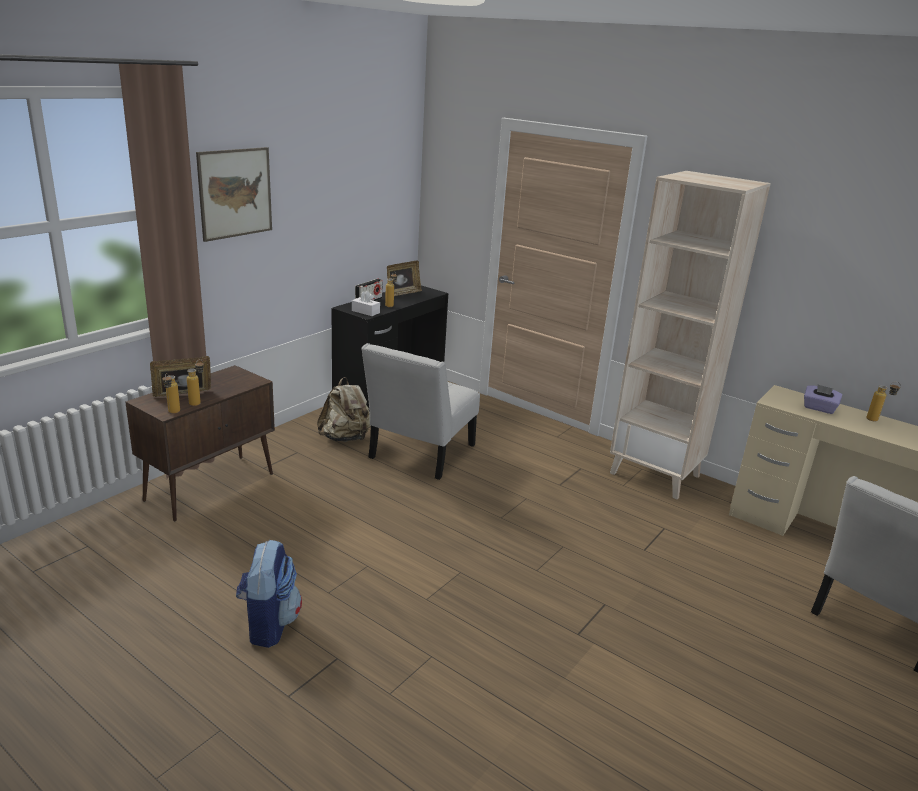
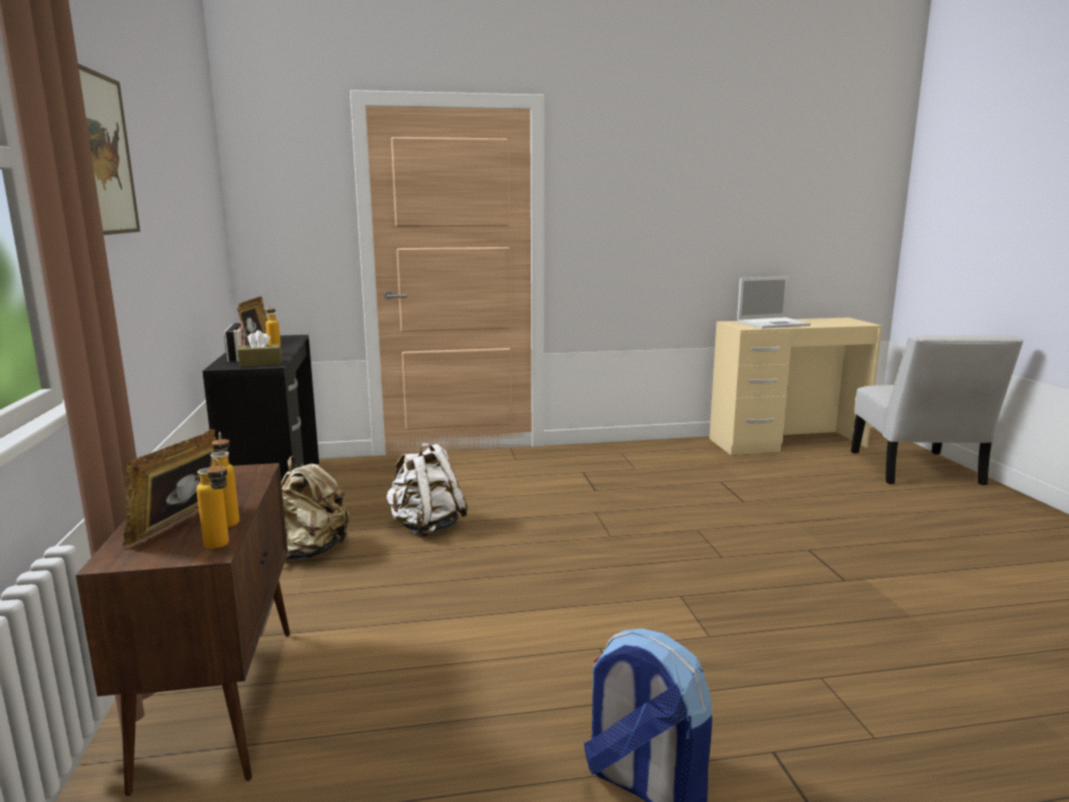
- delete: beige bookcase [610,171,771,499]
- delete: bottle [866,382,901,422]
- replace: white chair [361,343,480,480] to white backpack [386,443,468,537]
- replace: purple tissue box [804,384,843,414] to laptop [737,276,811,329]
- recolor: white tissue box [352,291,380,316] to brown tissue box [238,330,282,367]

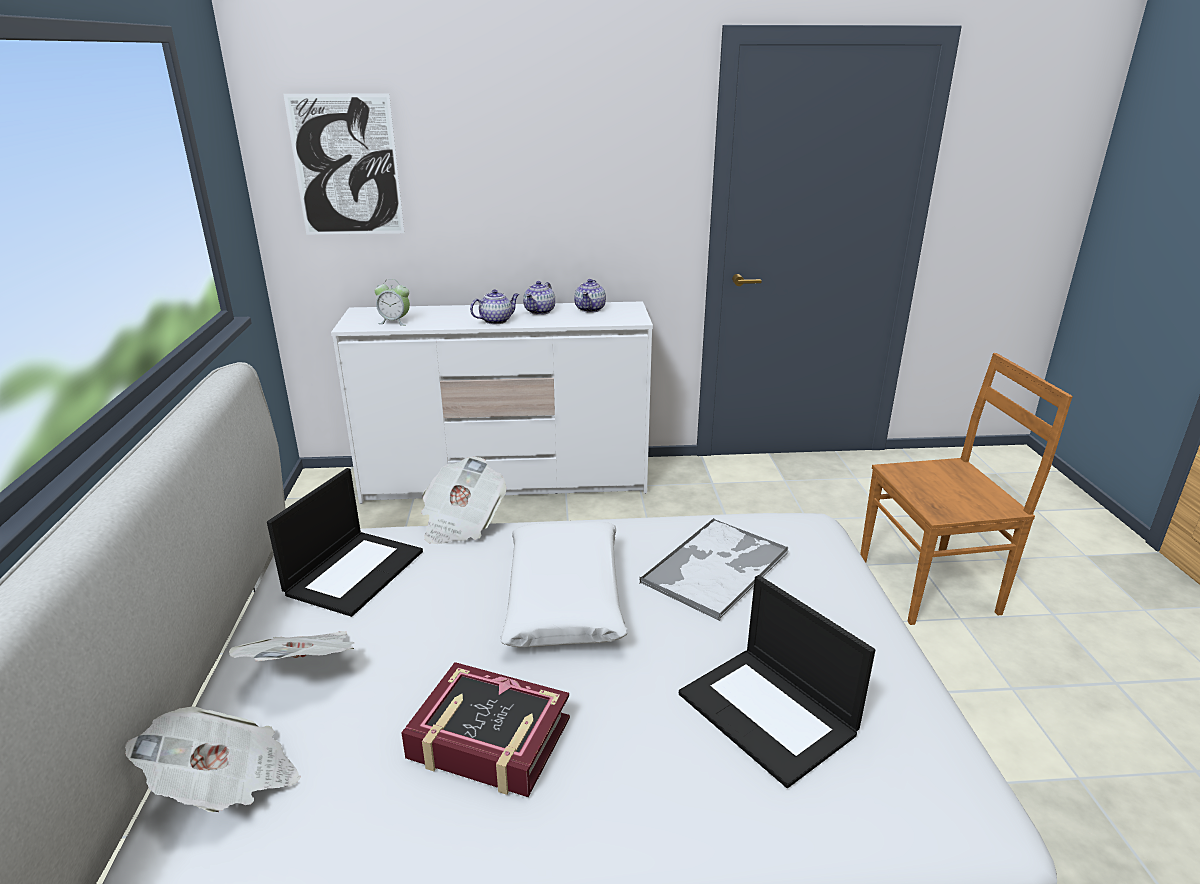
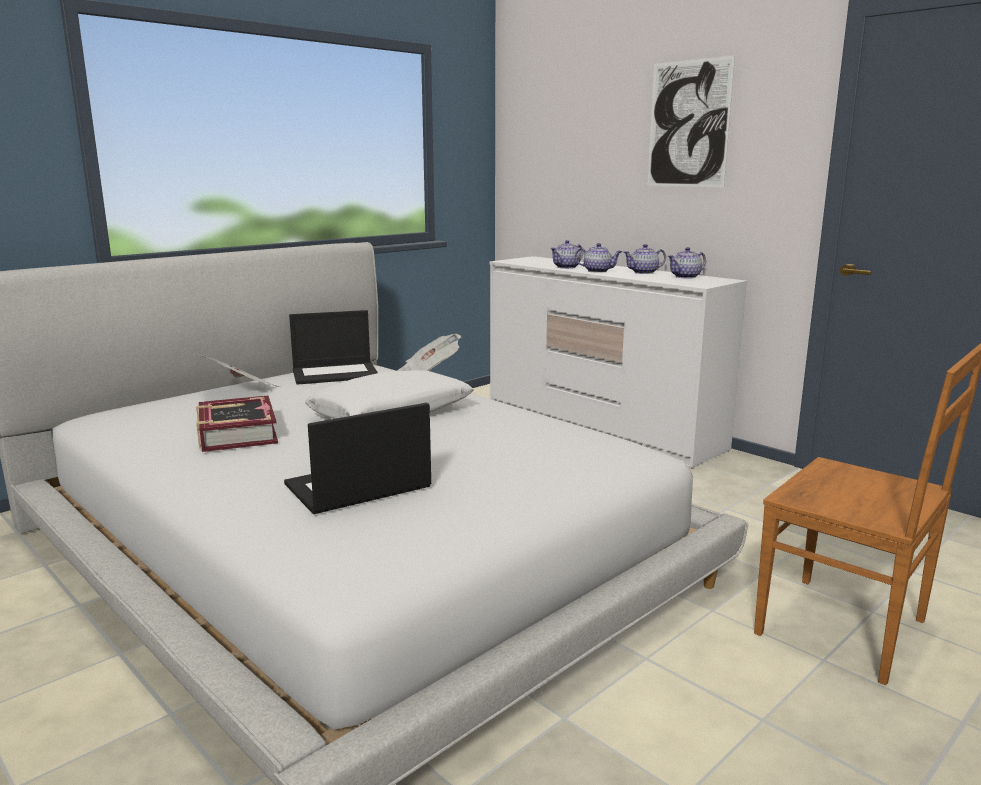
- delete: newspaper [125,706,301,812]
- delete: alarm clock [375,279,410,326]
- delete: tray [639,518,789,621]
- insert: teapot [550,240,583,269]
- move: picture [283,93,405,235] to [647,55,735,187]
- rotate: laptop [679,575,875,788] = [284,403,431,514] 45 degrees clockwise

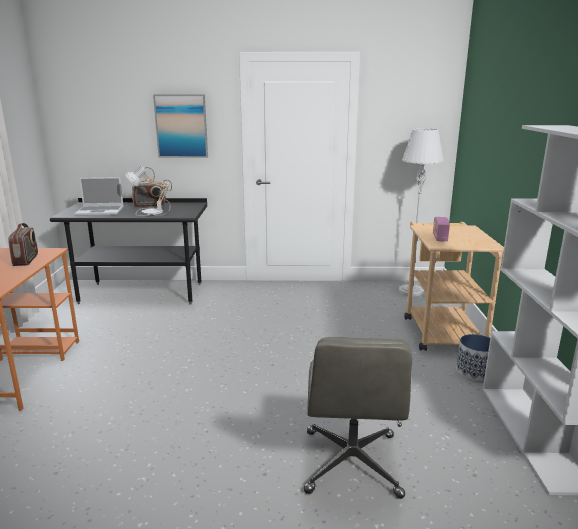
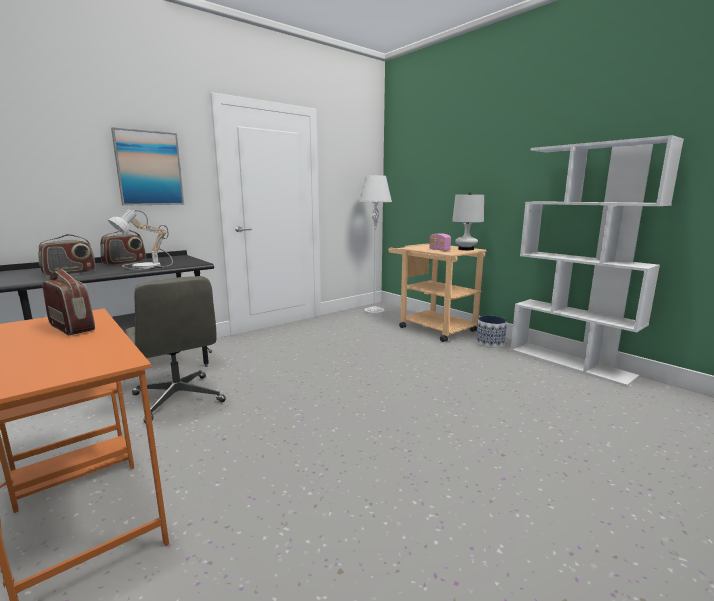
- insert: white table lamp [452,192,484,250]
- move: grey office chair [304,337,412,499] to [125,276,226,423]
- replace: laptop [75,177,124,216] to radio [38,234,96,276]

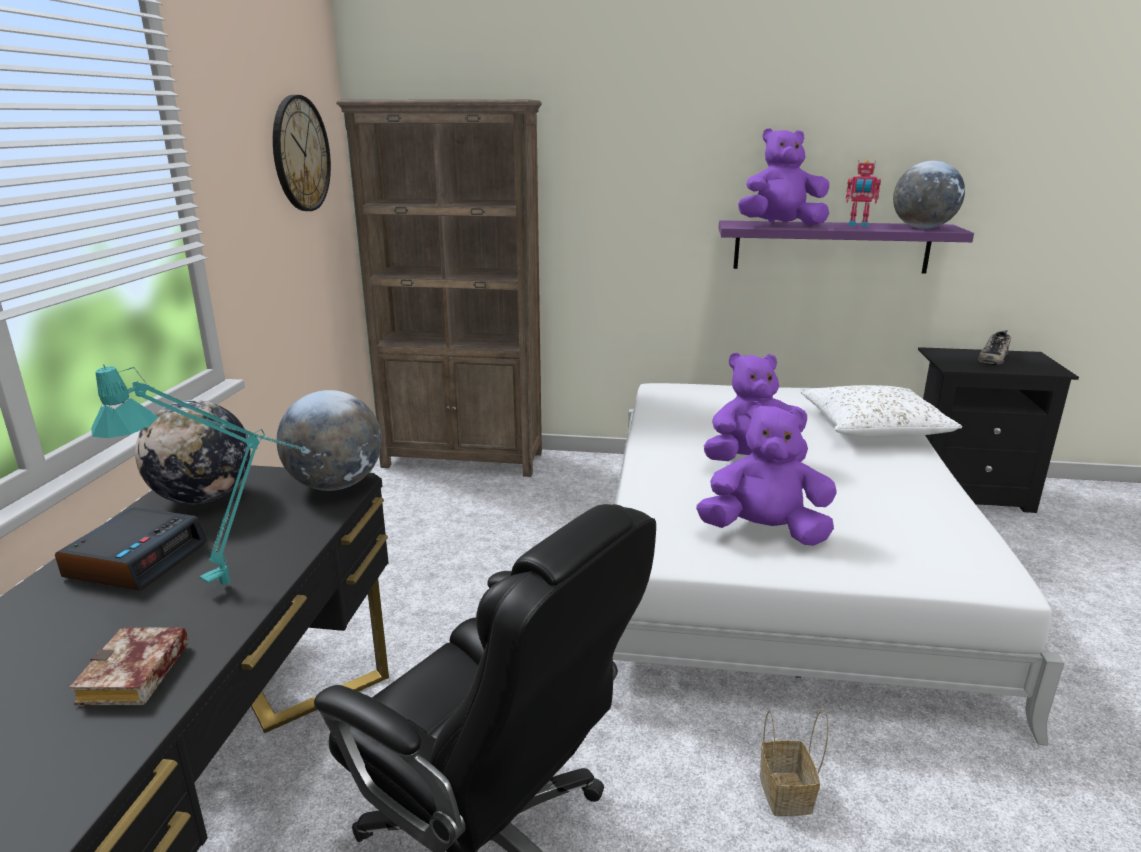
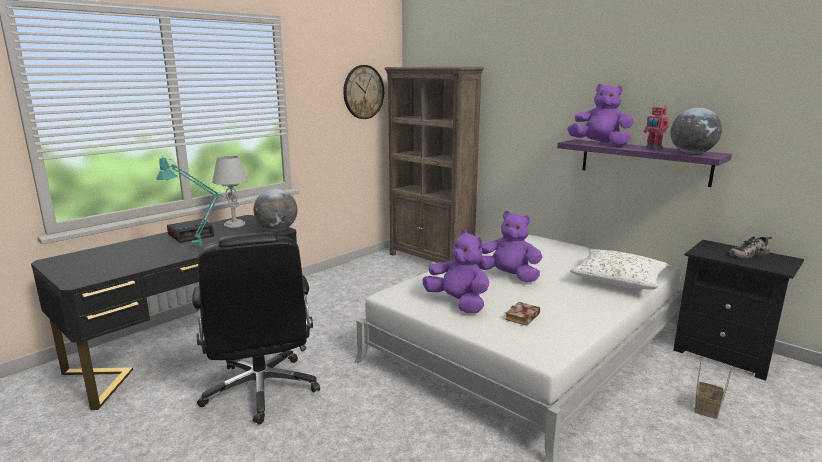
- move: book [69,627,188,705] to [505,302,540,326]
- move: basket [760,708,829,816] to [695,361,732,419]
- replace: globe [135,400,250,504] to grey table lamp [212,156,248,228]

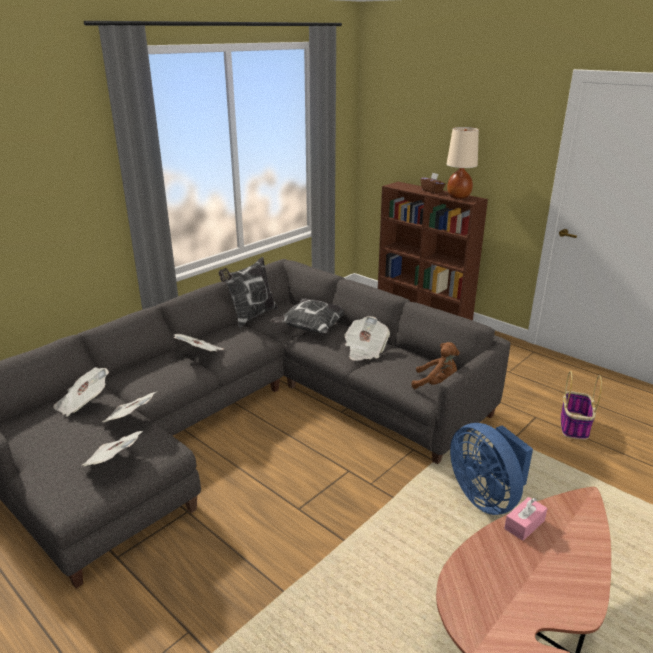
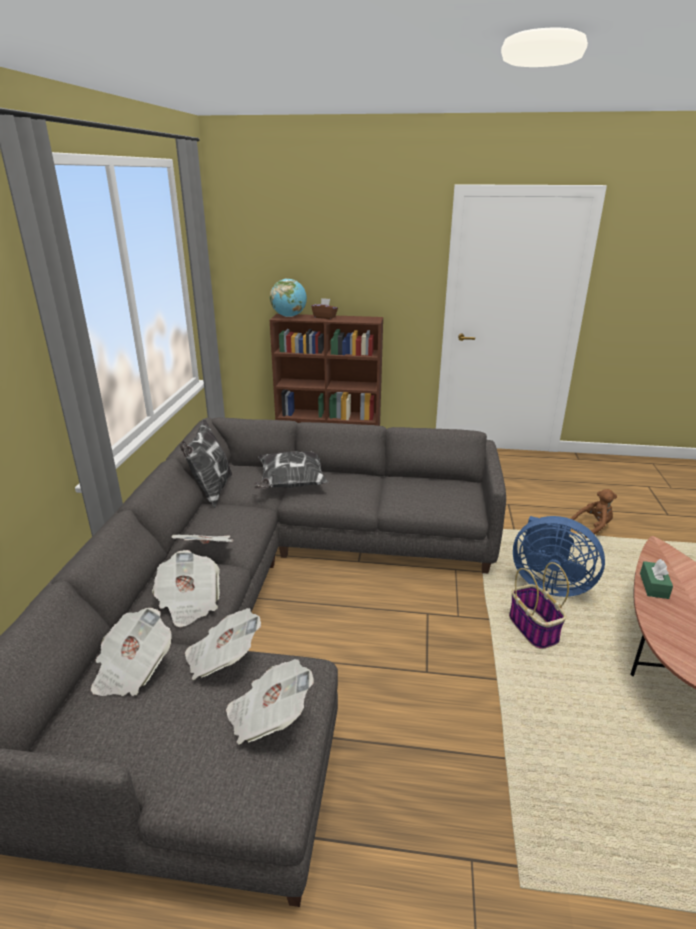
- delete: beige table lamp [447,127,479,199]
- insert: globe [270,279,307,317]
- move: newspaper [344,316,390,361] to [152,550,220,627]
- move: brown plush toy [412,342,460,389] to [571,489,617,538]
- move: basket [561,371,602,440] to [509,562,569,649]
- recolor: pink tissue box [504,497,548,541] to green tissue box [640,559,673,599]

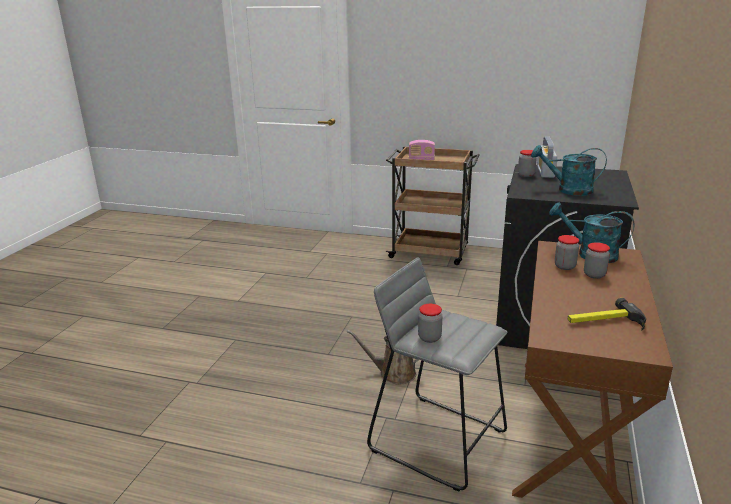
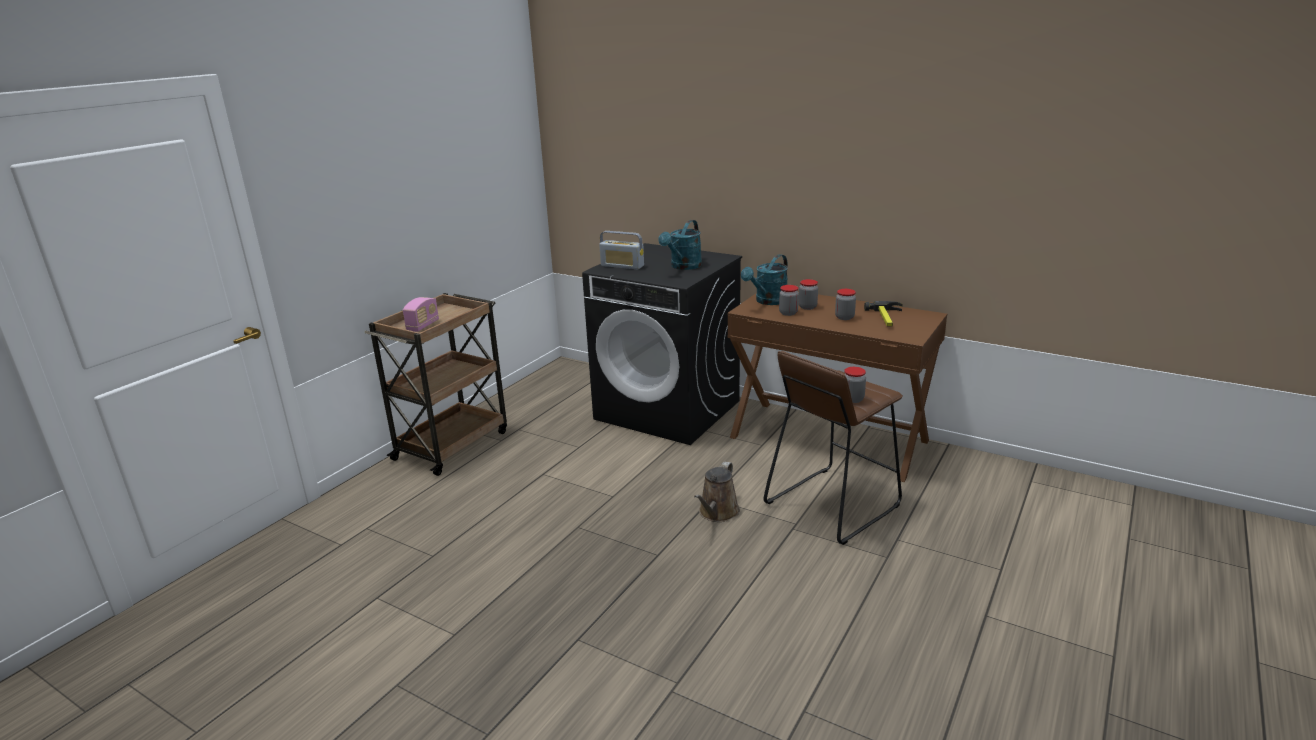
- move: jar [518,150,537,177] to [835,289,856,320]
- recolor: grey stool [367,257,508,492] to brown stool [764,351,903,545]

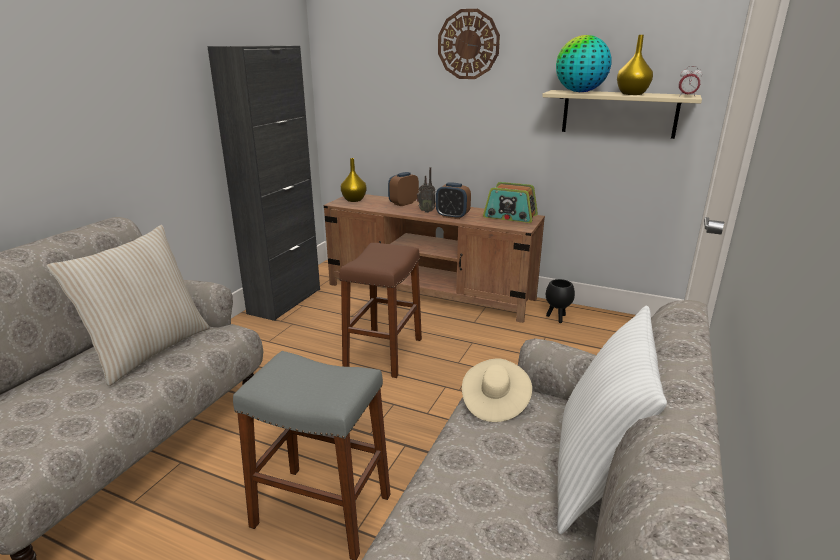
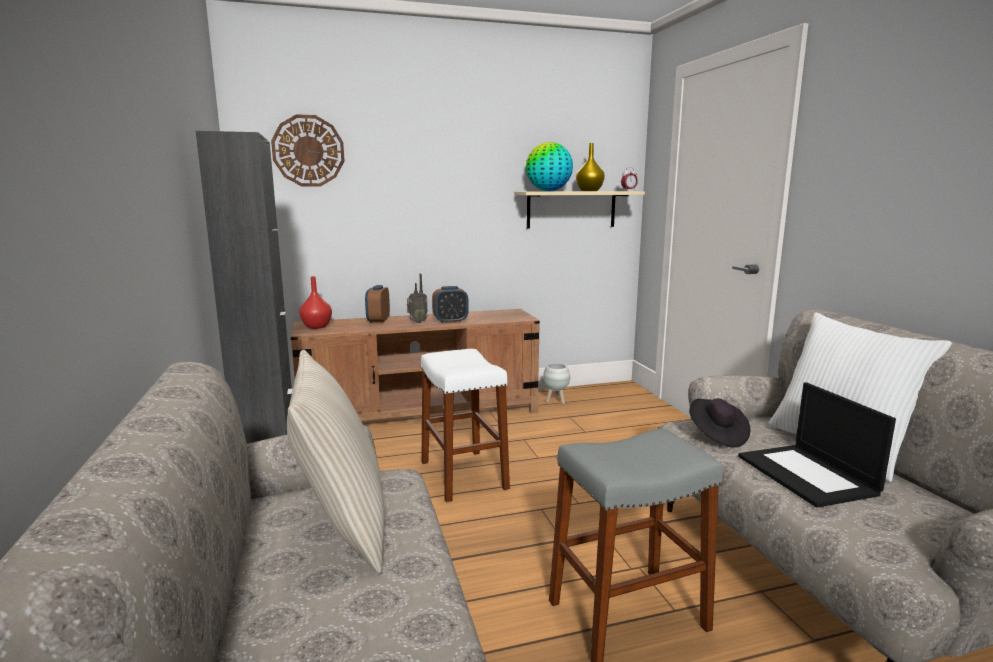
- delete: radio [483,182,538,223]
- insert: laptop [738,382,896,508]
- move: wall clock [438,9,500,79] to [271,114,344,187]
- recolor: brown stool [339,243,422,378] to white stool [421,349,510,502]
- recolor: yellow vase [341,158,367,202] to red vase [299,276,332,329]
- recolor: beige hat [462,358,532,422] to black hat [689,398,750,448]
- recolor: black planter [546,279,575,323] to white planter [543,363,570,404]

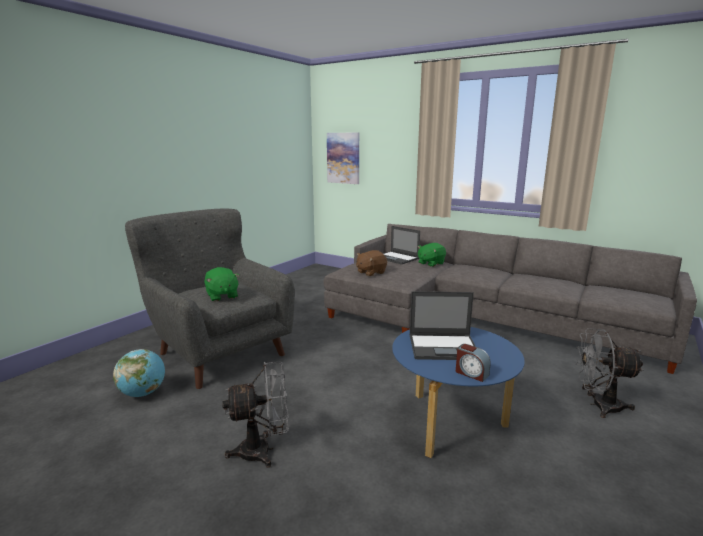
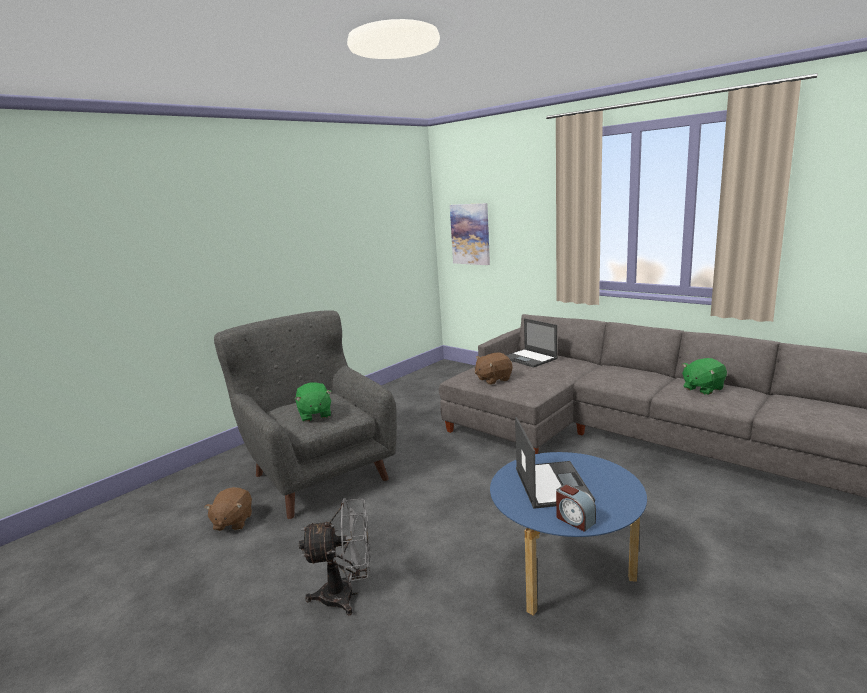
- delete: grey fan [576,328,644,418]
- move: green plush toy [417,243,446,267] to [682,358,727,395]
- replace: globe [113,349,165,397] to brown plush toy [205,487,252,531]
- rotate: laptop [410,291,476,360] = [515,417,595,509] 105 degrees counterclockwise

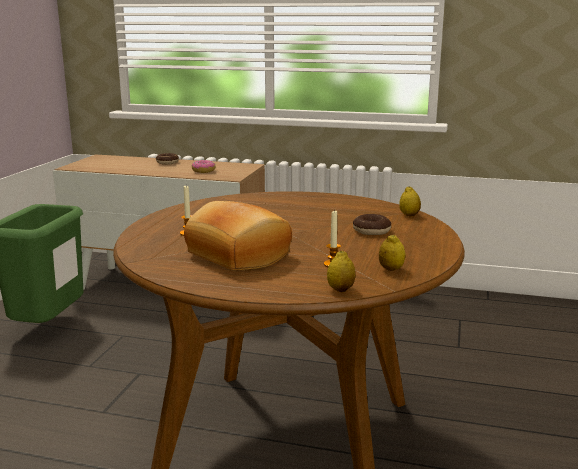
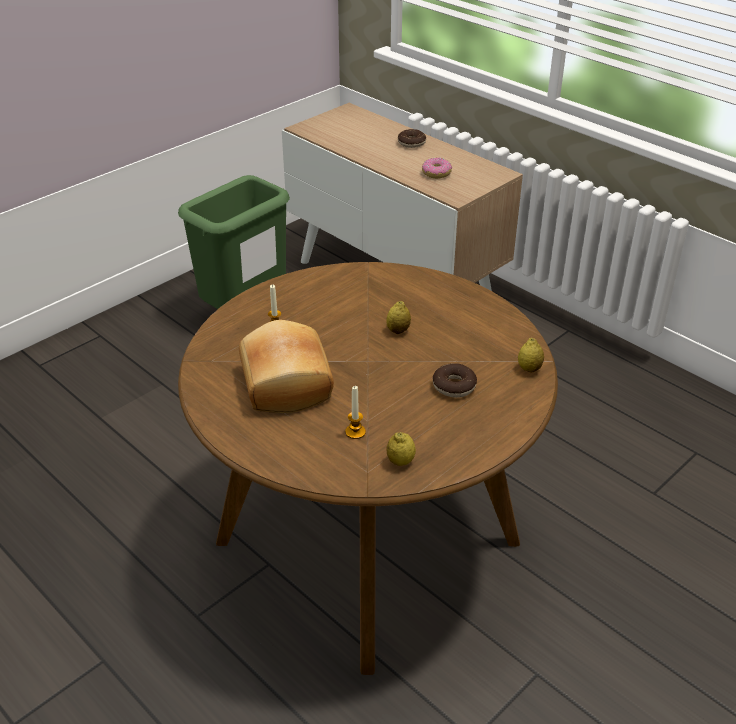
- move: lemon [327,251,356,292] to [386,301,411,334]

